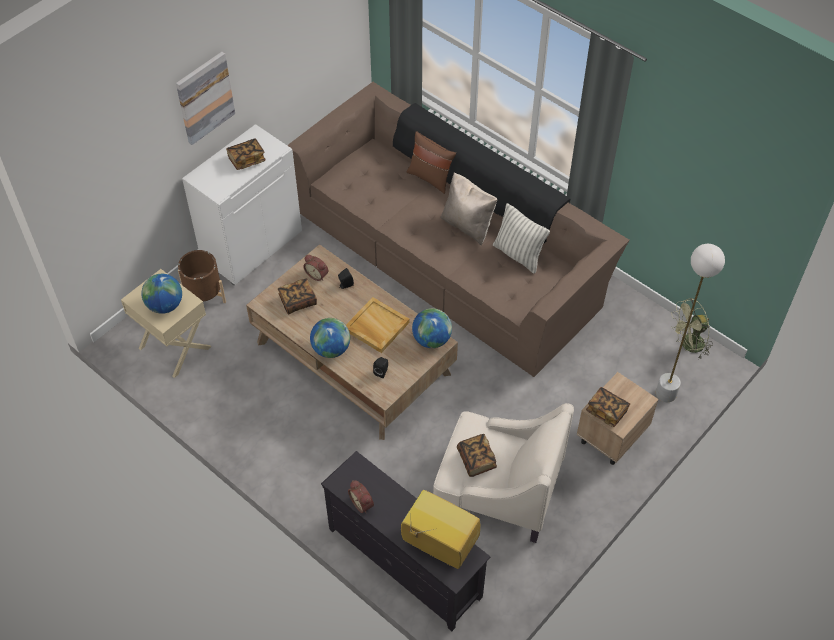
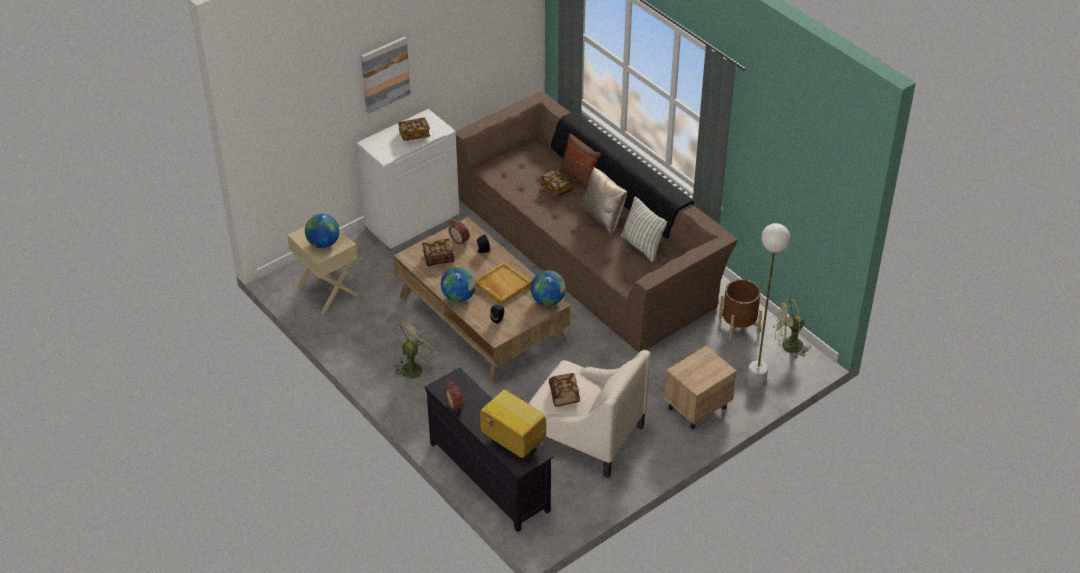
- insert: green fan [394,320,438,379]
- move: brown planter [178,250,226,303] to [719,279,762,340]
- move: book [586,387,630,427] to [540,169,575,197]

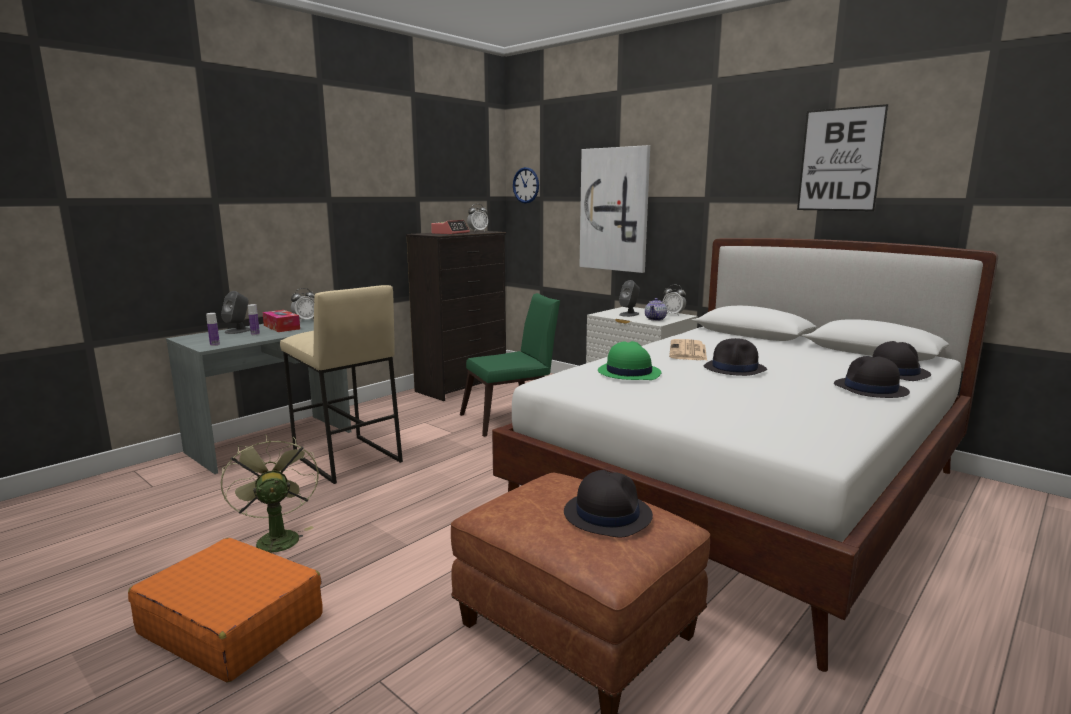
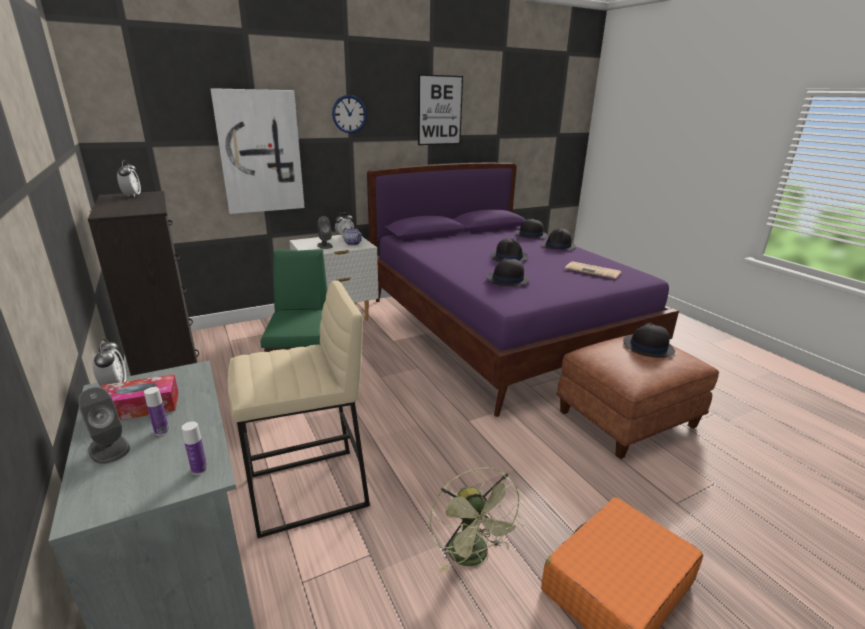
- delete: alarm clock [431,220,470,235]
- move: wall clock [513,167,539,204] to [332,95,367,133]
- move: newspaper [669,339,707,360] to [565,261,622,279]
- recolor: white bed [492,238,998,672] to purple bed [367,163,679,417]
- recolor: green hat [598,341,661,380] to black hat [486,258,530,286]
- rotate: green fan [221,434,319,553] = [429,468,525,573] 105 degrees counterclockwise

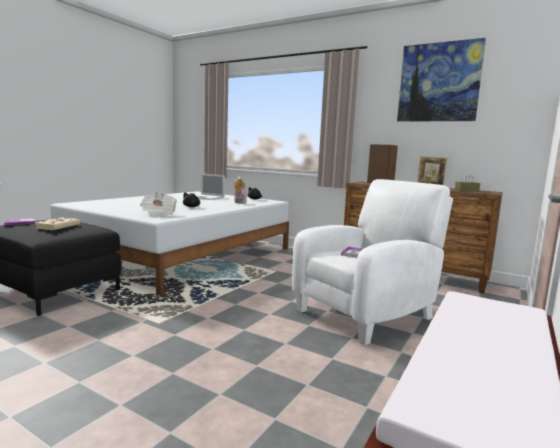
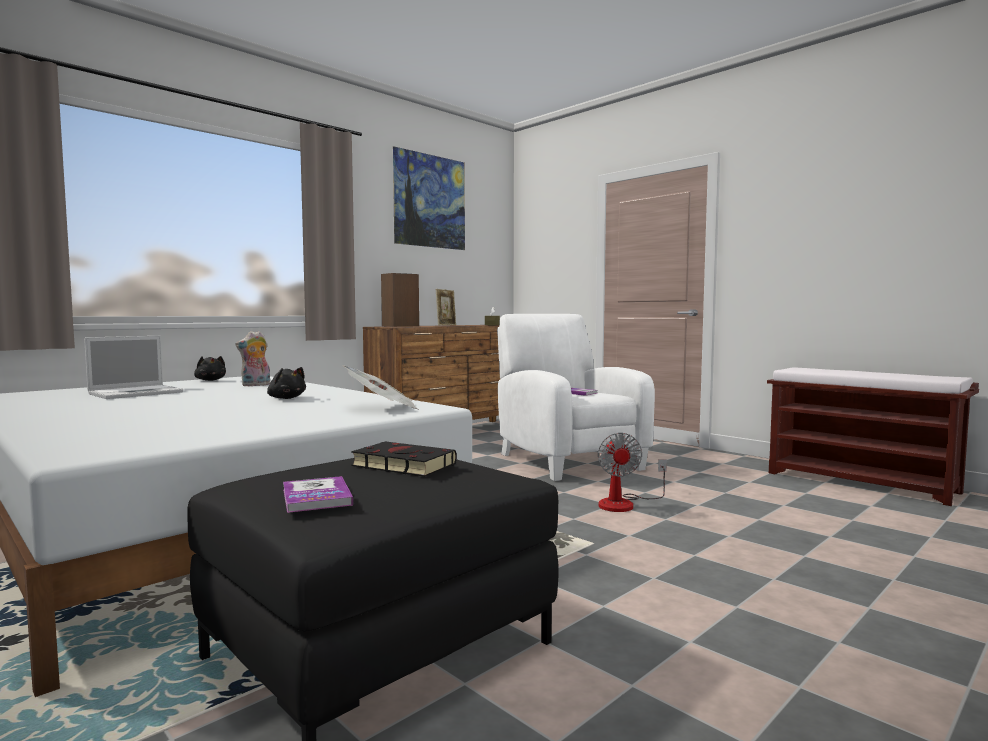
- insert: fan [598,433,667,512]
- recolor: beige book [35,218,80,230] to black book [351,441,457,477]

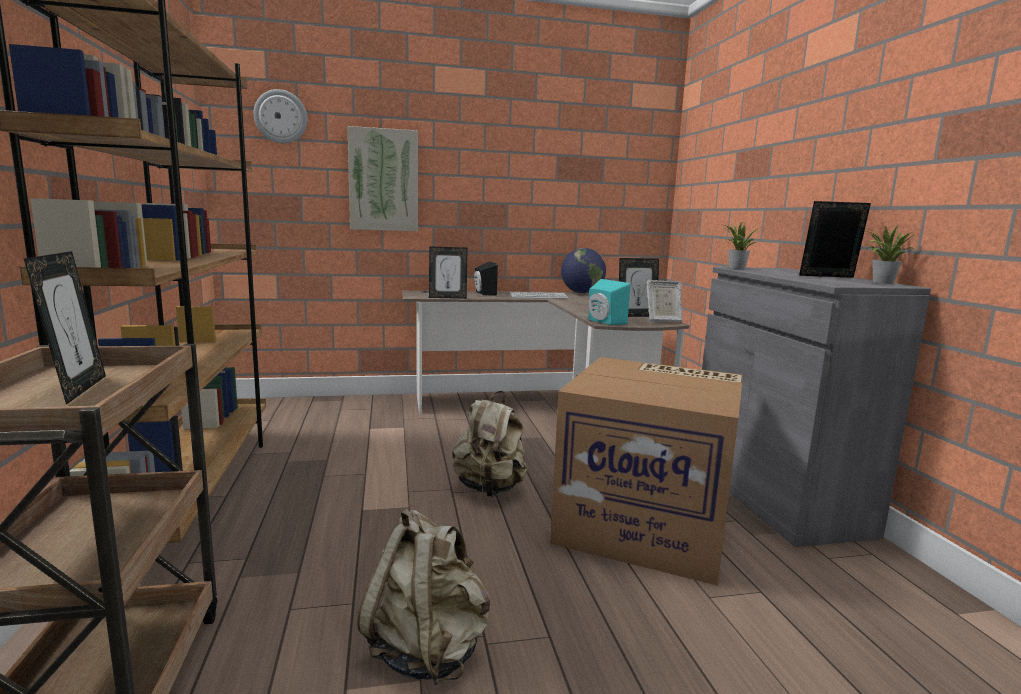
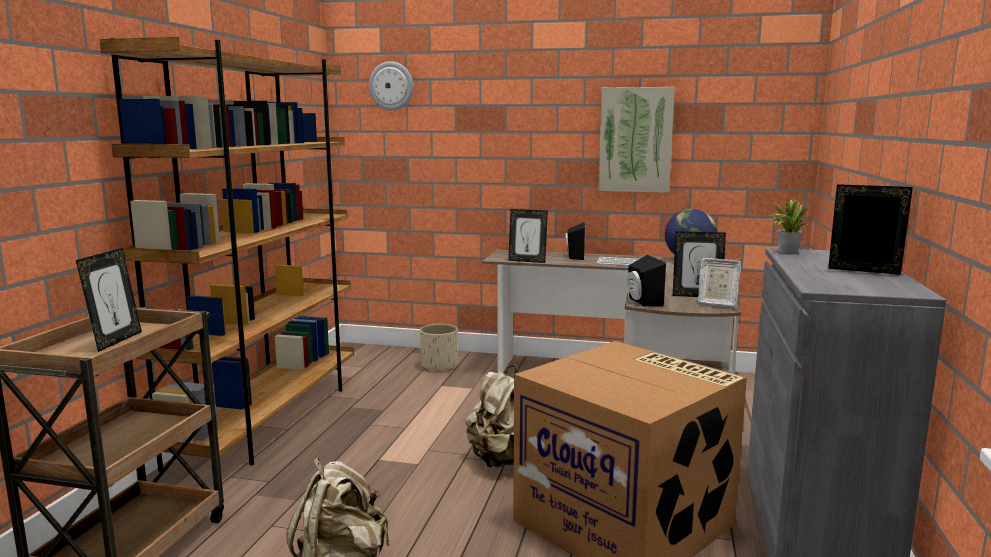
- delete: potted plant [865,226,915,284]
- insert: beige planter [420,324,458,371]
- move: picture [348,126,418,231] to [598,87,675,193]
- recolor: turquoise speaker [588,279,630,325] to black speaker [627,255,666,307]

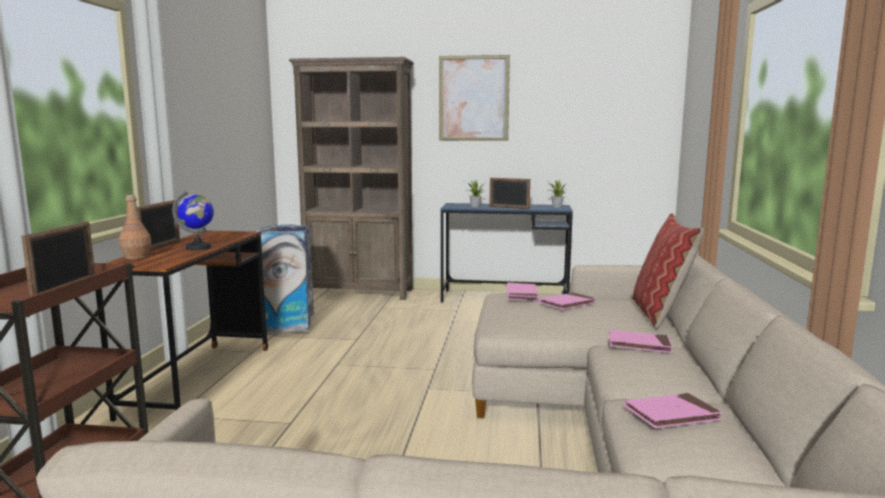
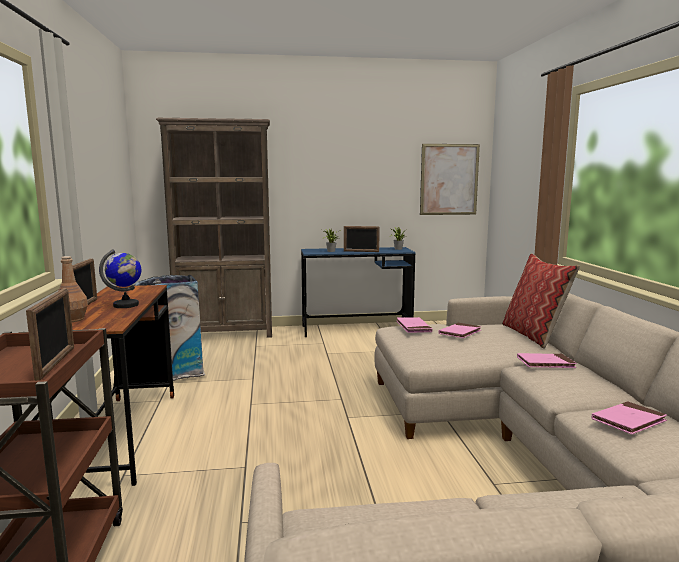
- move: picture [439,55,510,141] to [420,144,480,215]

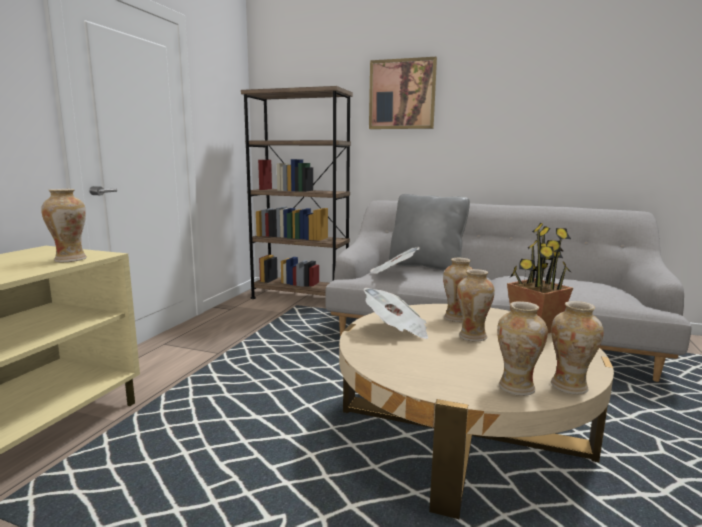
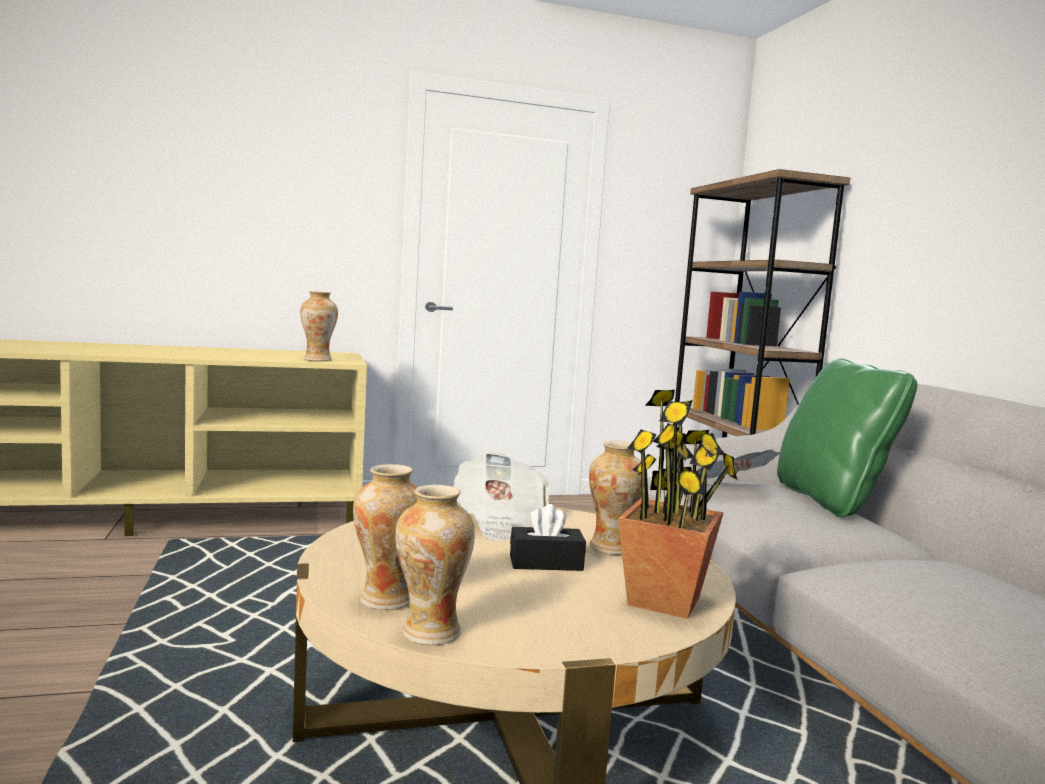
- delete: picture [369,57,437,129]
- replace: vase [457,269,495,342] to black tissue box [510,504,586,571]
- recolor: grey pillow [389,194,470,270] to green pillow [777,358,917,518]

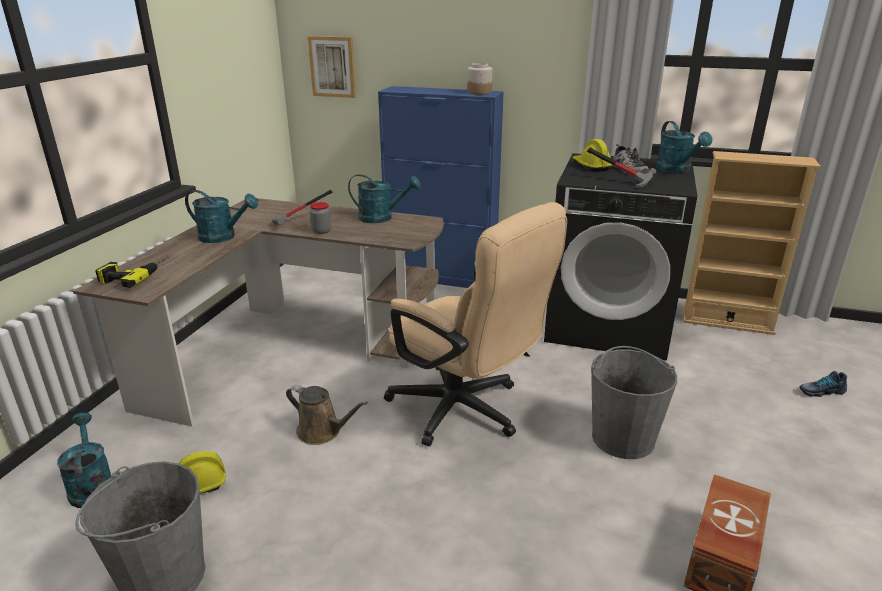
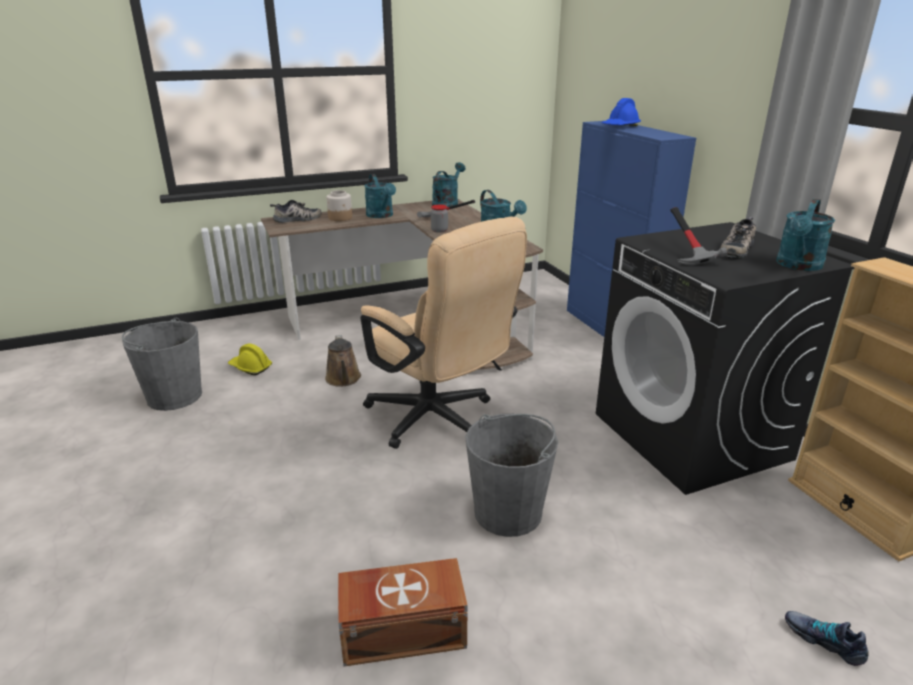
- delete: picture [308,36,356,98]
- delete: yellow hard hat [572,139,613,171]
- insert: blue hard hat [602,98,641,126]
- move: turquoise watering can [57,413,112,508] to [432,162,465,207]
- move: jar [467,63,493,94] to [326,190,352,221]
- replace: power drill [95,257,169,288] to shoe [270,200,321,223]
- rotate: beige office chair [384,202,567,446] = [361,217,527,449] 45 degrees counterclockwise

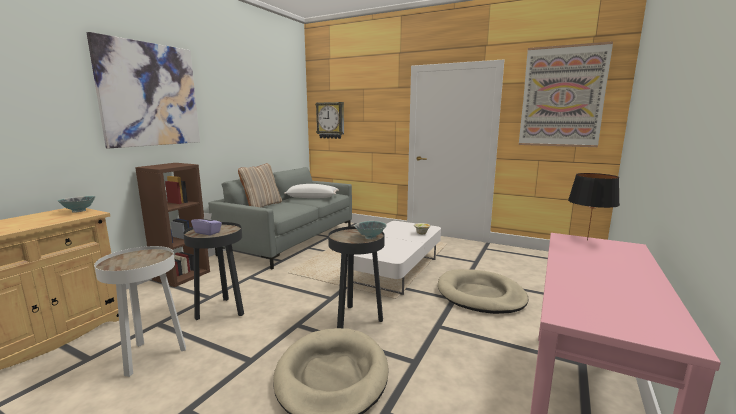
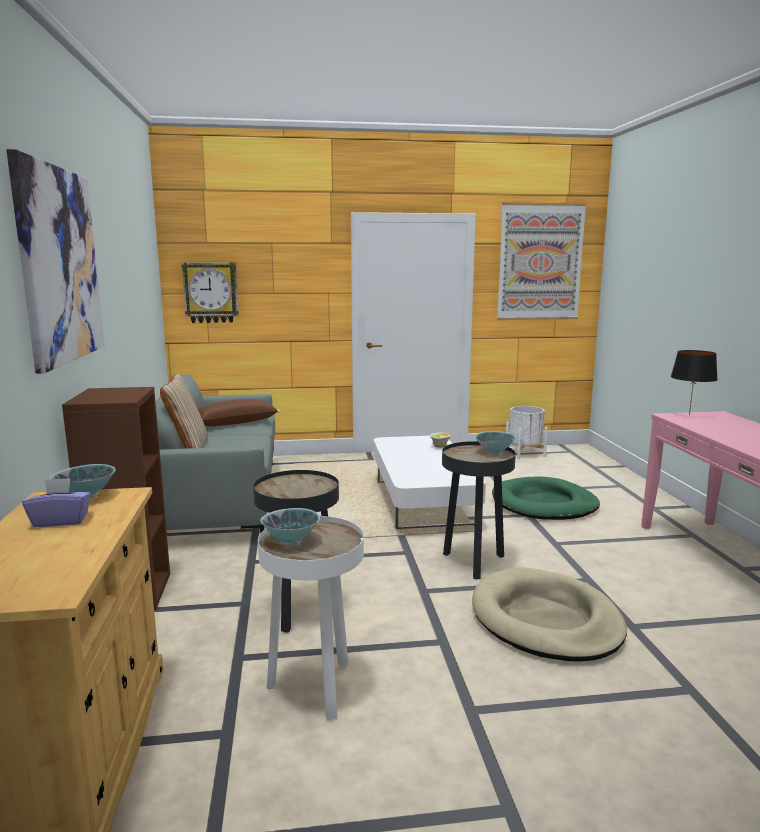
- insert: bowl [260,508,320,546]
- insert: white planter [506,406,548,459]
- move: purple tissue box [191,212,222,235] to [22,478,91,527]
- recolor: white pillow [284,184,339,198] to brown pillow [198,399,280,426]
- recolor: beige dog bed [438,269,528,314] to green dog bed [492,476,600,520]

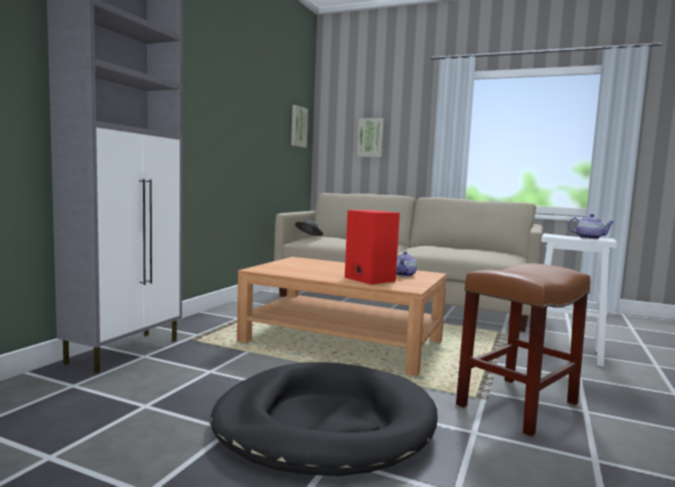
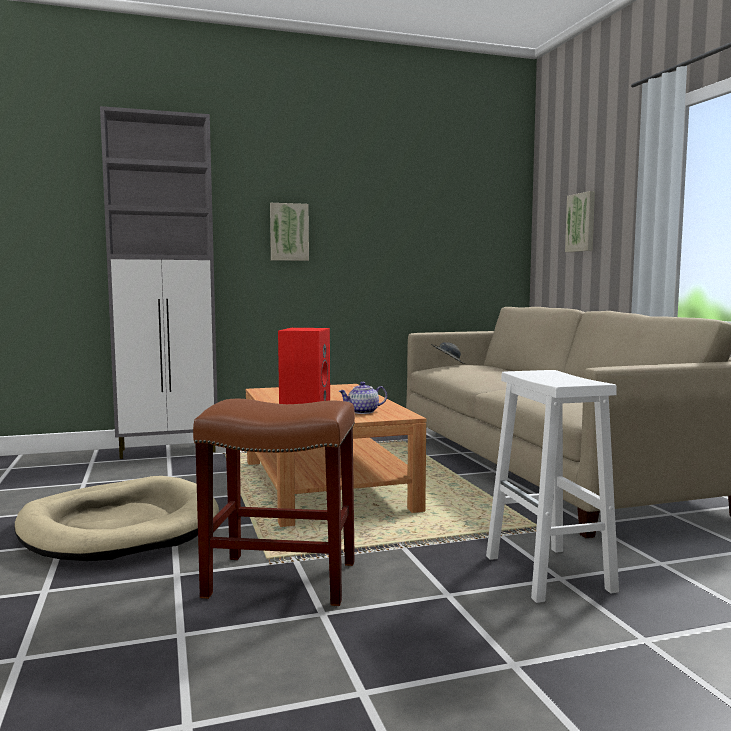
- delete: teapot [568,214,614,239]
- move: picture [291,105,308,148] to [270,203,309,261]
- recolor: black dog bed [210,362,438,476] to beige dog bed [14,476,219,561]

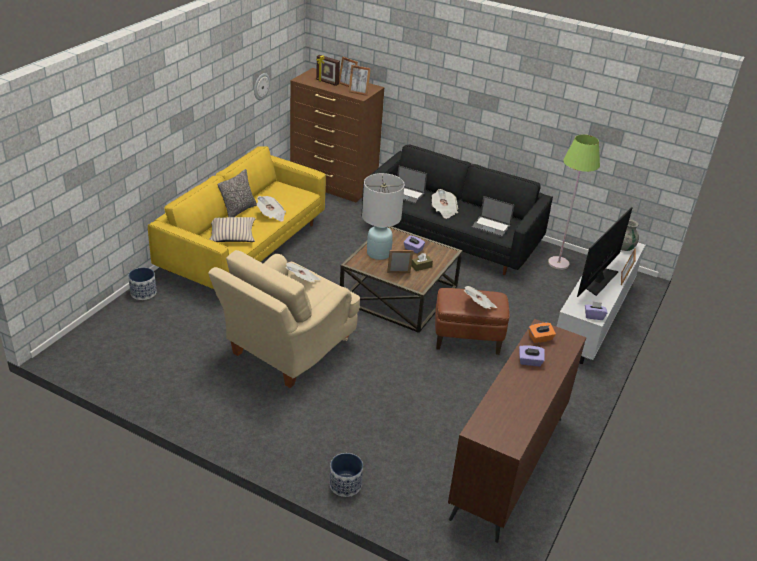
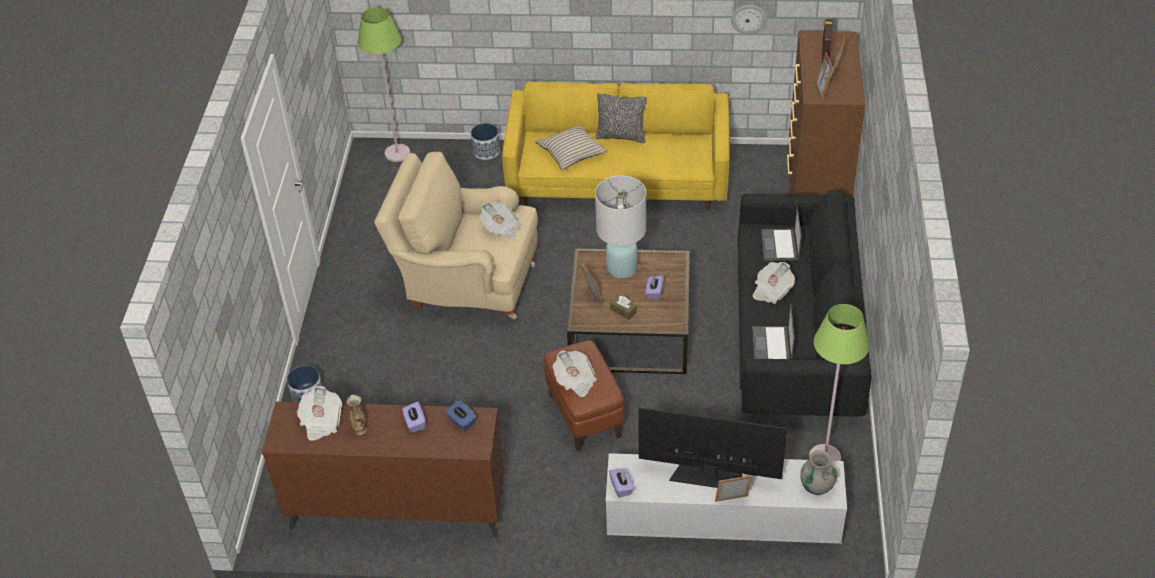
- insert: vase [347,395,367,435]
- insert: green floor lamp [358,7,410,162]
- move: newspaper [257,196,286,222] to [297,386,342,441]
- recolor: orange tissue box [529,323,556,343] to blue tissue box [446,400,476,431]

